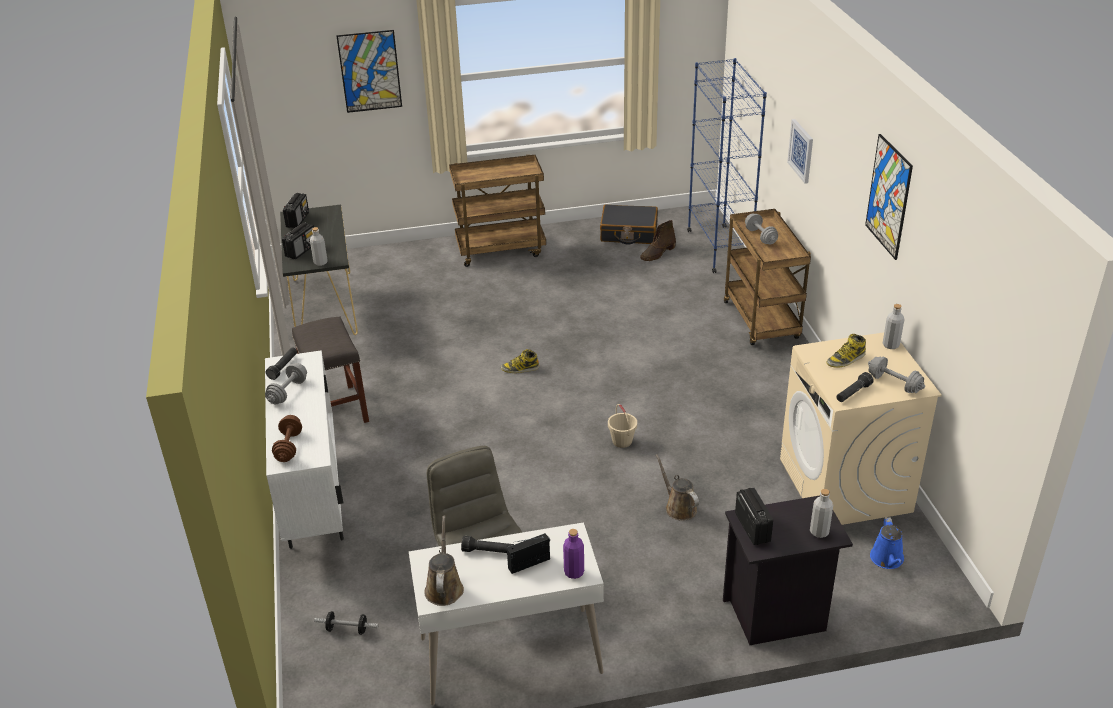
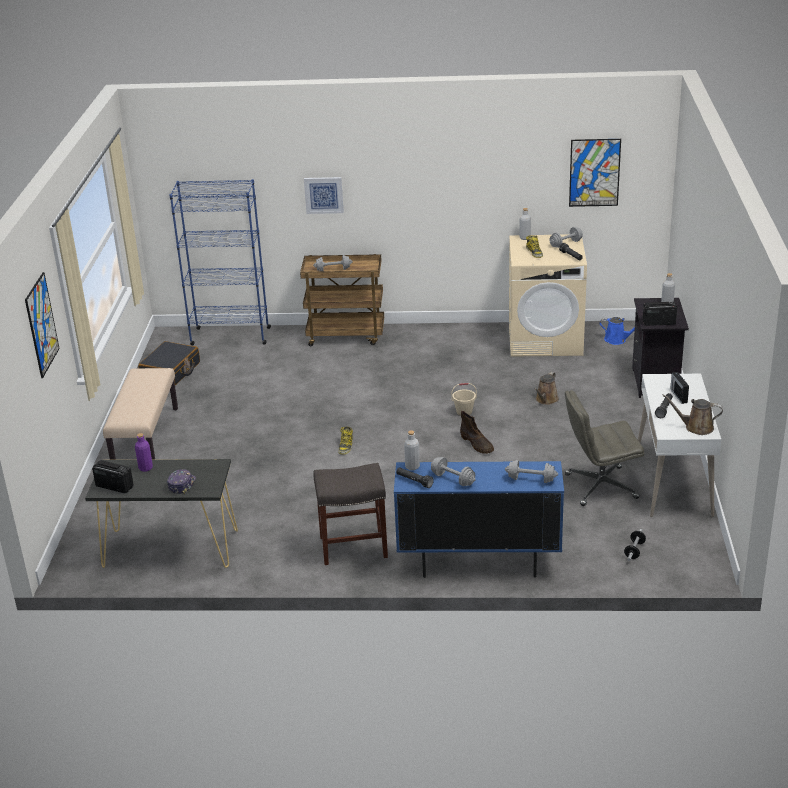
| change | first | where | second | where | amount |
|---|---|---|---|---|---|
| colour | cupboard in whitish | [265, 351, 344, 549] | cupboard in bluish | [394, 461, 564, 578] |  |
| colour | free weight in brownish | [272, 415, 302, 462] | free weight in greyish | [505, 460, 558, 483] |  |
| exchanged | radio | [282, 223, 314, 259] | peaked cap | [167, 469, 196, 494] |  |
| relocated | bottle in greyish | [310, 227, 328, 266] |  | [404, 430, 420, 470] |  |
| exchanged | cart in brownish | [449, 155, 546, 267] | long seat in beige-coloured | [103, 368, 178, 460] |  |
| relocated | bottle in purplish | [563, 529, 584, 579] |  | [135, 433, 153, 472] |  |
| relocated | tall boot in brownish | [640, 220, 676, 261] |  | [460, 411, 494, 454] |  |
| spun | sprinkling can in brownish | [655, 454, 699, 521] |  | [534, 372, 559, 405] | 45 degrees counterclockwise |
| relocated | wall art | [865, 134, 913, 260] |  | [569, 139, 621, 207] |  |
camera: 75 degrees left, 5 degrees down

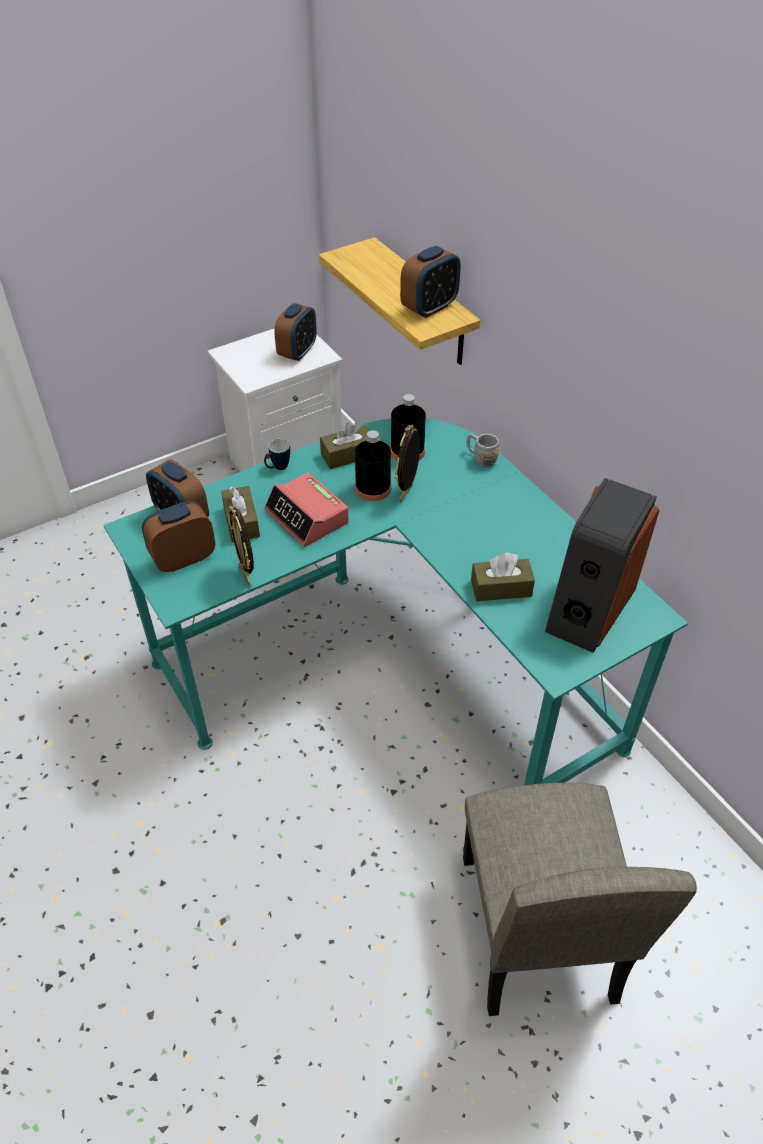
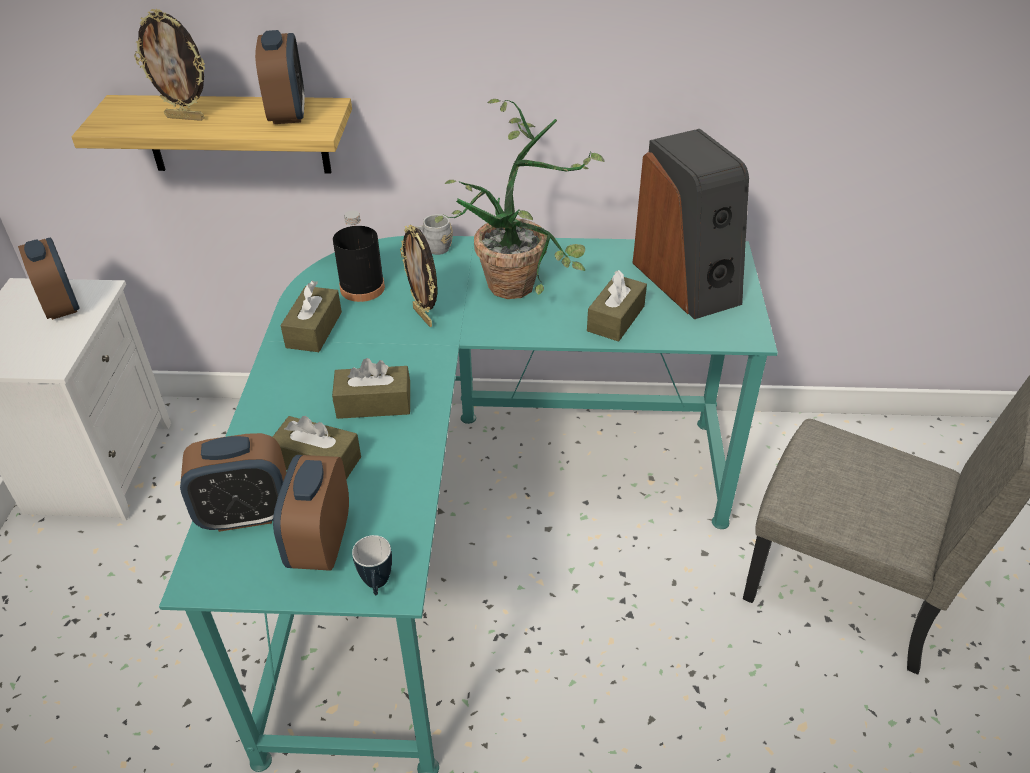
| change | first | where | second | where | amount |
|---|---|---|---|---|---|
| relocated | standing frame | [228, 506, 254, 587] |  | [134, 9, 205, 121] |  |
| relocated | coffee mug | [264, 439, 290, 470] |  | [352, 535, 392, 595] |  |
| exchanged | bedside clock | [264, 473, 349, 547] | tissue box in brownish | [332, 358, 410, 419] |  |
| missing | bottle in blackish | [355, 430, 391, 501] |  |  |  |
| appeared |  |  | potted plant | [435, 99, 605, 299] |  |
camera: 55 degrees left, 5 degrees down

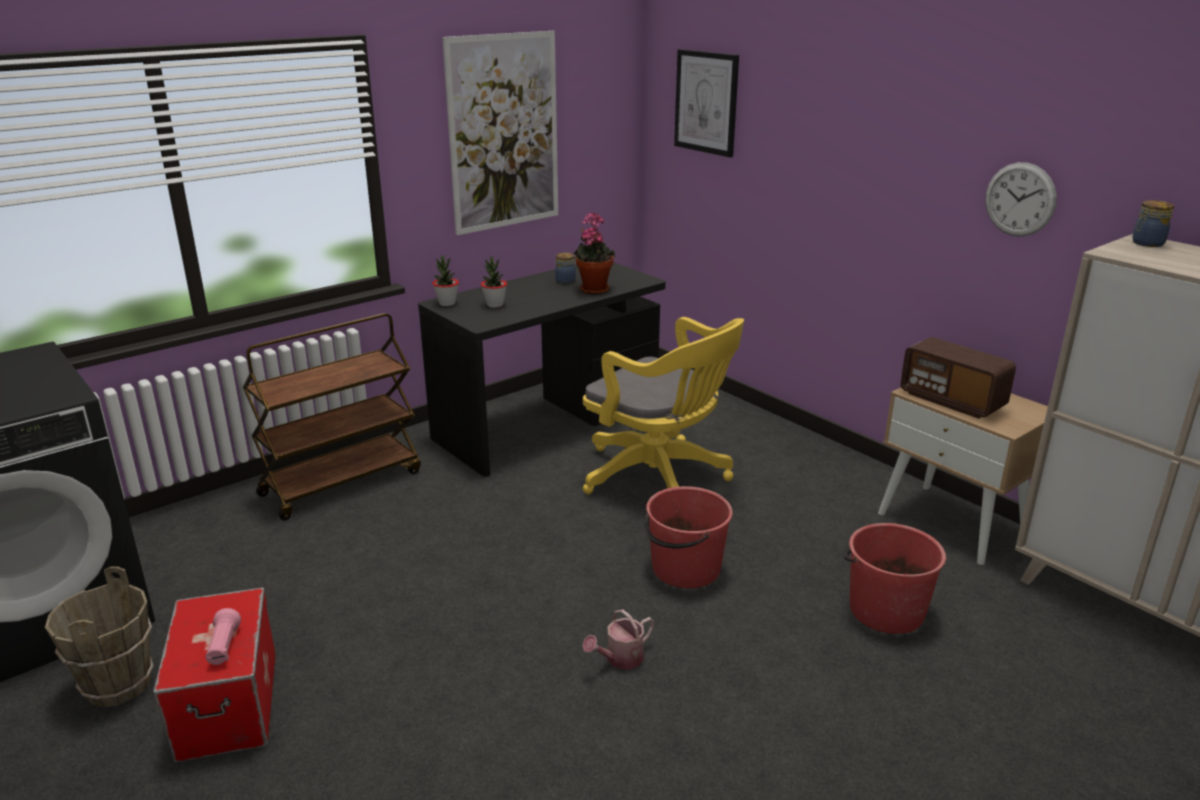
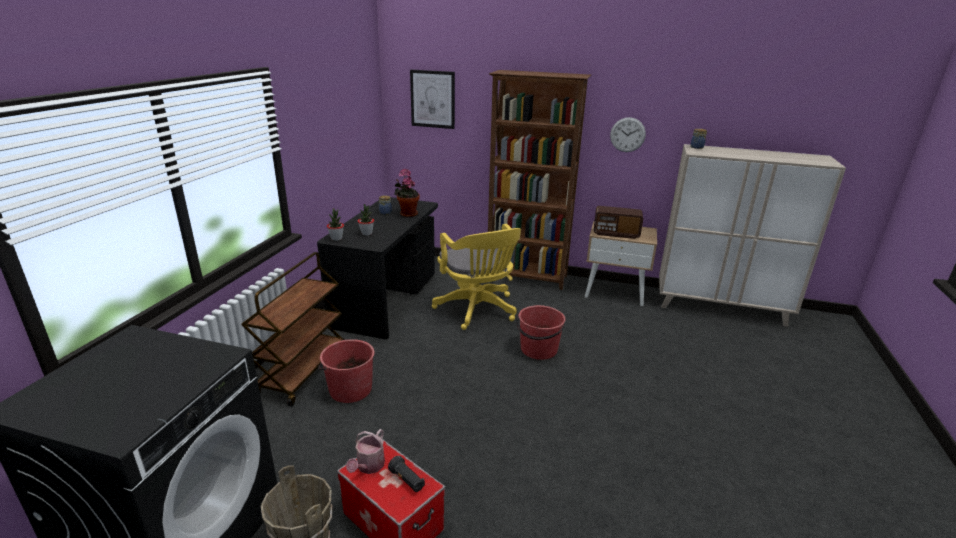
| change | first | where | second | where | amount |
|---|---|---|---|---|---|
| colour | torch in pink | [205, 608, 241, 665] | torch in blackish | [388, 456, 425, 492] |  |
| missing | wall art | [442, 31, 558, 235] |  |  |  |
| relocated | sprinkling can | [582, 609, 655, 670] |  | [346, 429, 385, 474] |  |
| spun | computer chair in yellow-coloured | [583, 317, 744, 494] |  | [432, 224, 521, 330] | 60 degrees clockwise |
| relocated | bucket in red | [844, 523, 946, 634] |  | [318, 339, 375, 403] |  |
| appeared |  |  | shelving unit in brownish | [488, 70, 591, 290] |  |
camera: 35 degrees left, 0 degrees up

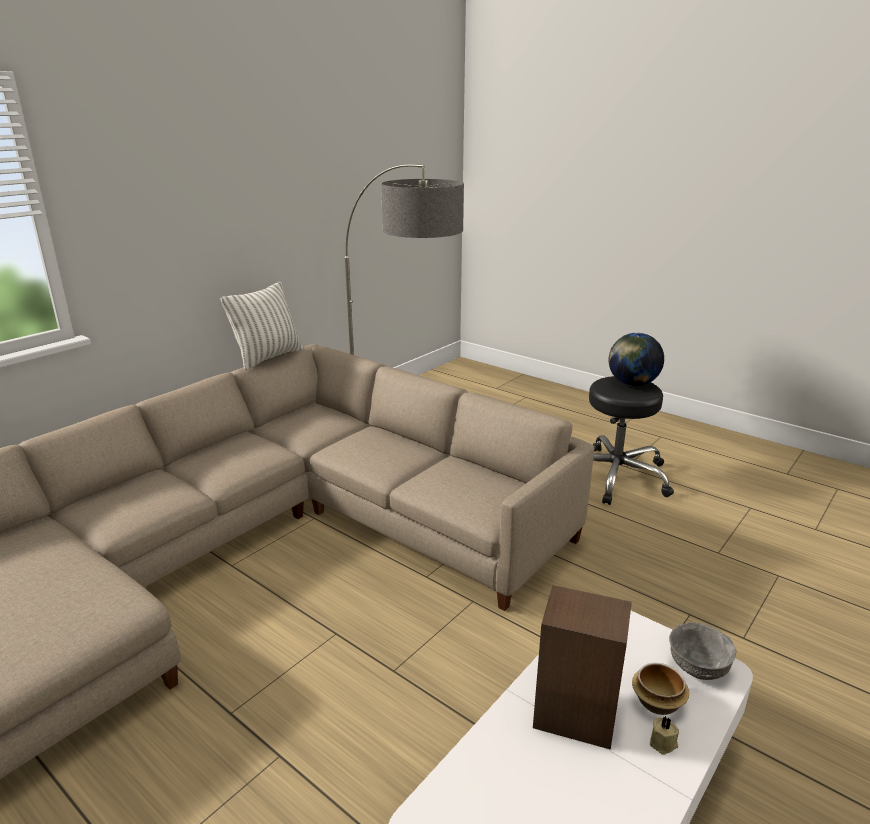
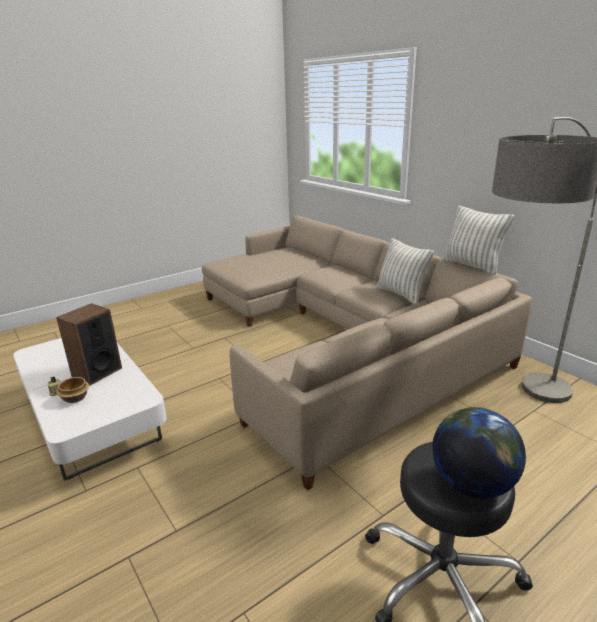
| change | first | where | second | where | amount |
|---|---|---|---|---|---|
| missing | deep dish in greyish | [669, 622, 737, 680] |  |  |  |
| appeared |  |  | pillow | [376, 238, 434, 305] |  |
camera: 105 degrees right, 0 degrees up

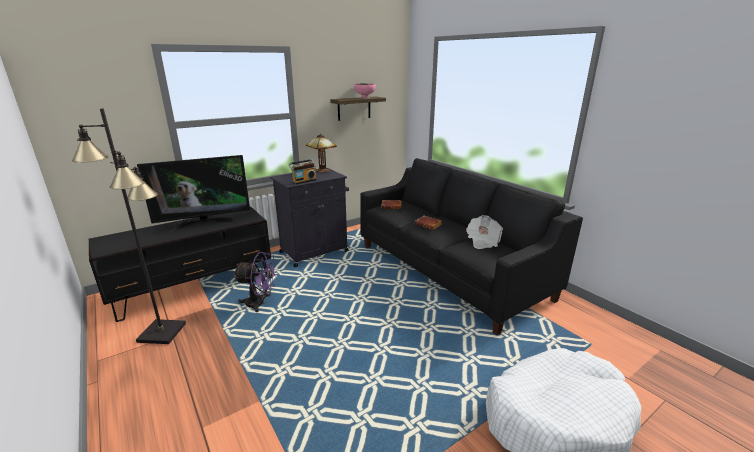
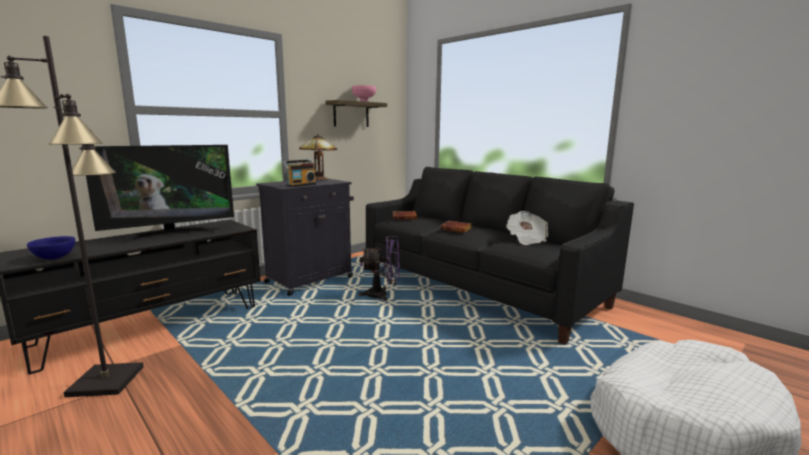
| change | first | where | second | where | amount |
|---|---|---|---|---|---|
| relocated | electric fan in purplish | [234, 252, 277, 312] |  | [359, 236, 400, 301] |  |
| appeared |  |  | deep dish in bluish | [27, 236, 75, 259] |  |
camera: 10 degrees left, 10 degrees down

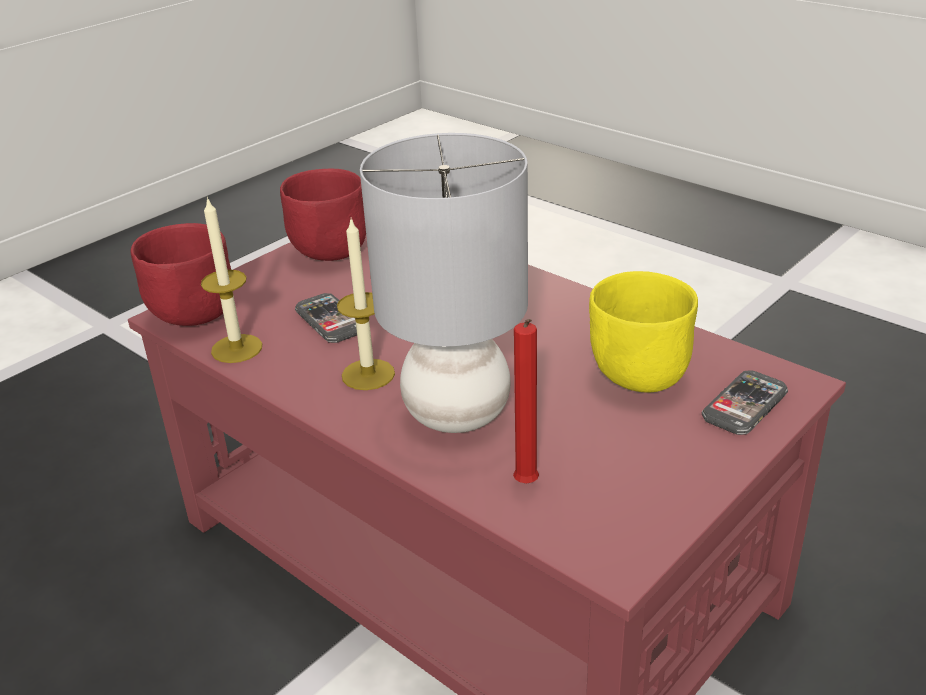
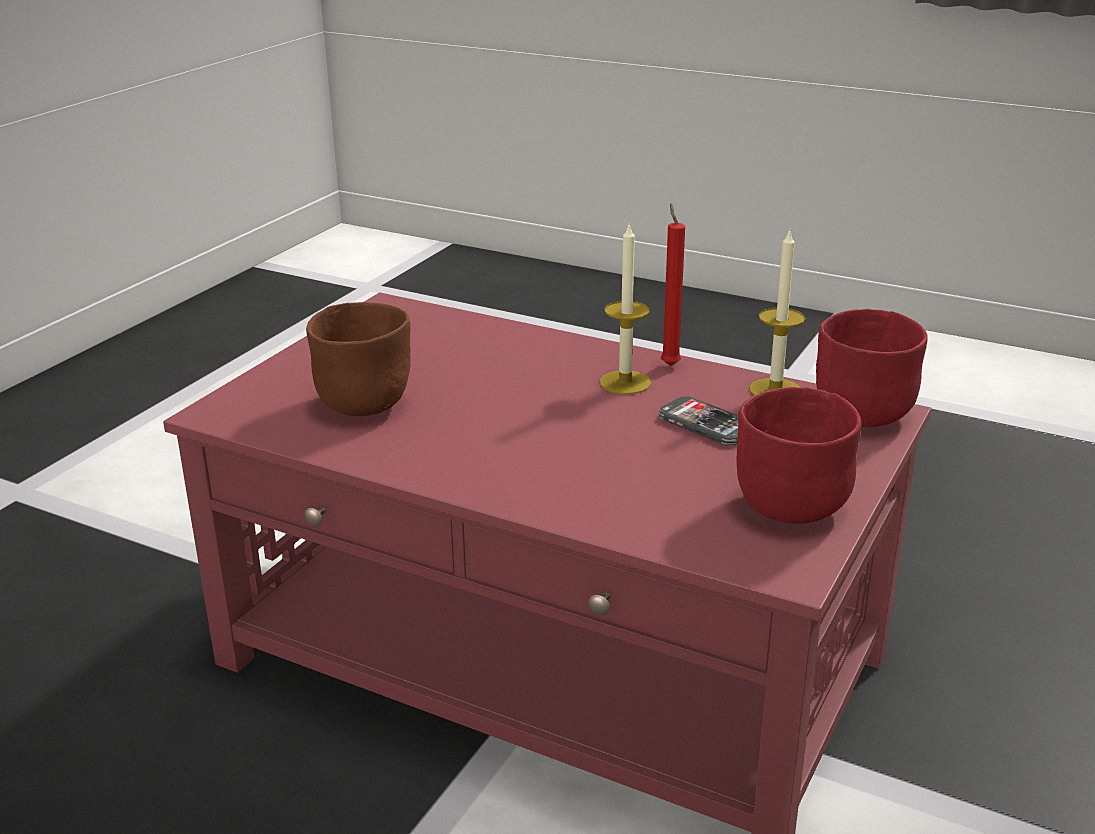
| change | first | where | second | where | amount |
|---|---|---|---|---|---|
| missing | tabletop lamp in greyish | [360, 133, 528, 433] |  |  |  |
| relocated | wax light in red | [513, 319, 539, 484] |  | [661, 203, 685, 366] |  |
| colour | deep dish in yellow-coloured | [589, 271, 698, 392] | deep dish in brownish | [306, 302, 411, 416] |  |
| missing | phone | [702, 370, 788, 435] |  |  |  |
camera: 165 degrees right, 5 degrees down

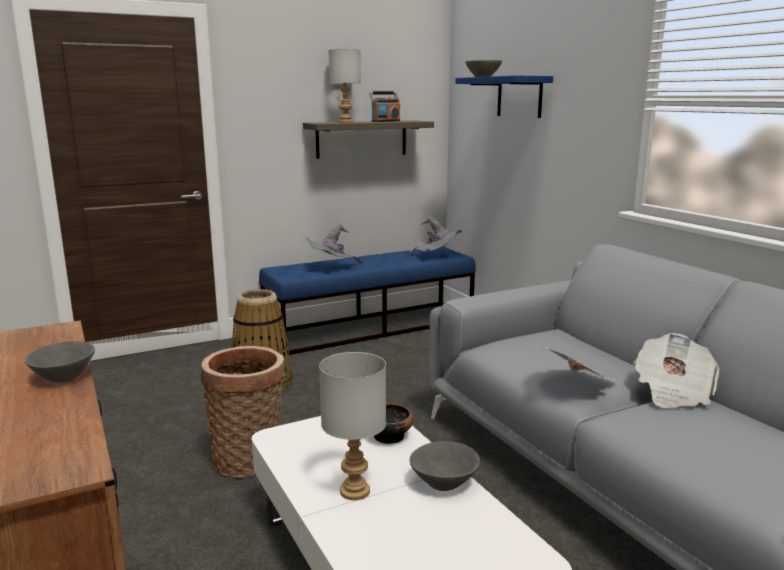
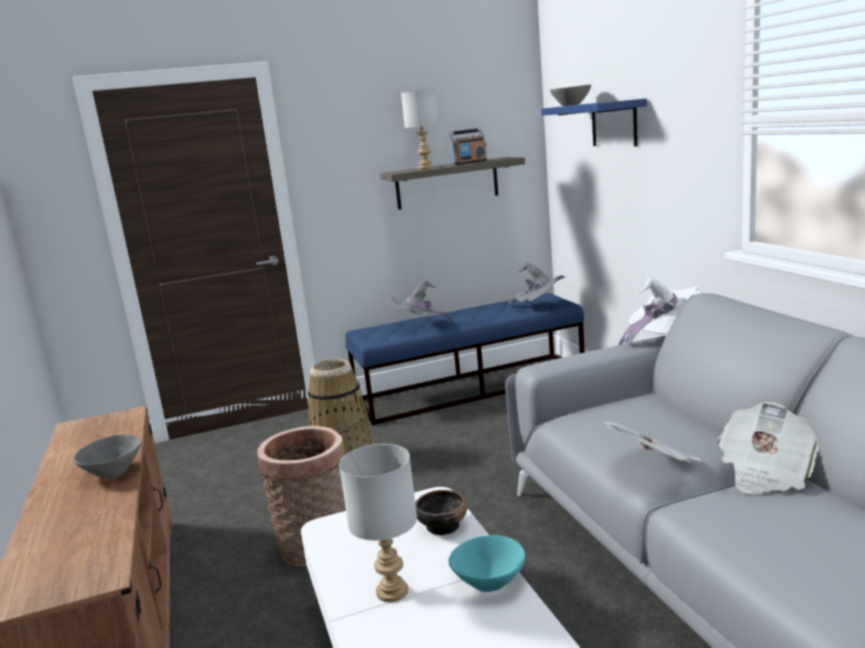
| change | first | where | second | where | amount |
|---|---|---|---|---|---|
| colour | deep dish in greyish | [409, 441, 480, 491] | deep dish in turquoise-coloured | [449, 535, 525, 592] |  |
| appeared |  |  | hat in whitish | [619, 277, 701, 348] |  |
camera: 10 degrees right, 0 degrees up

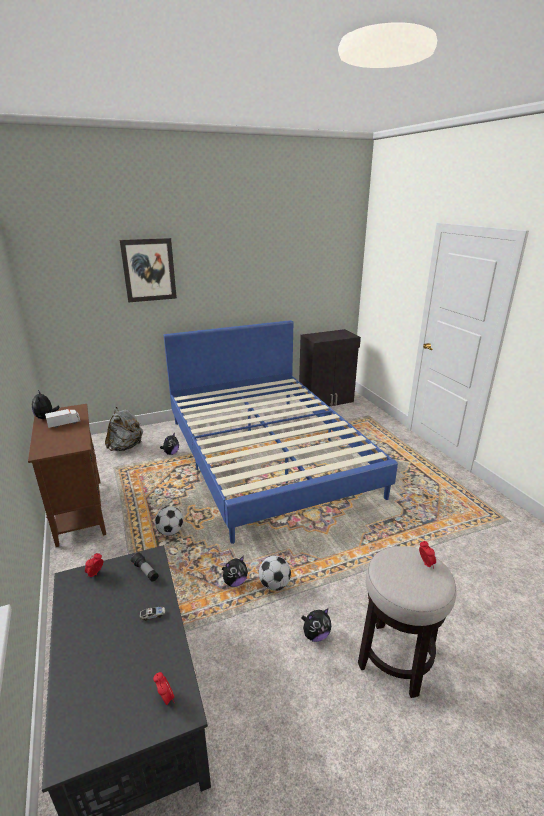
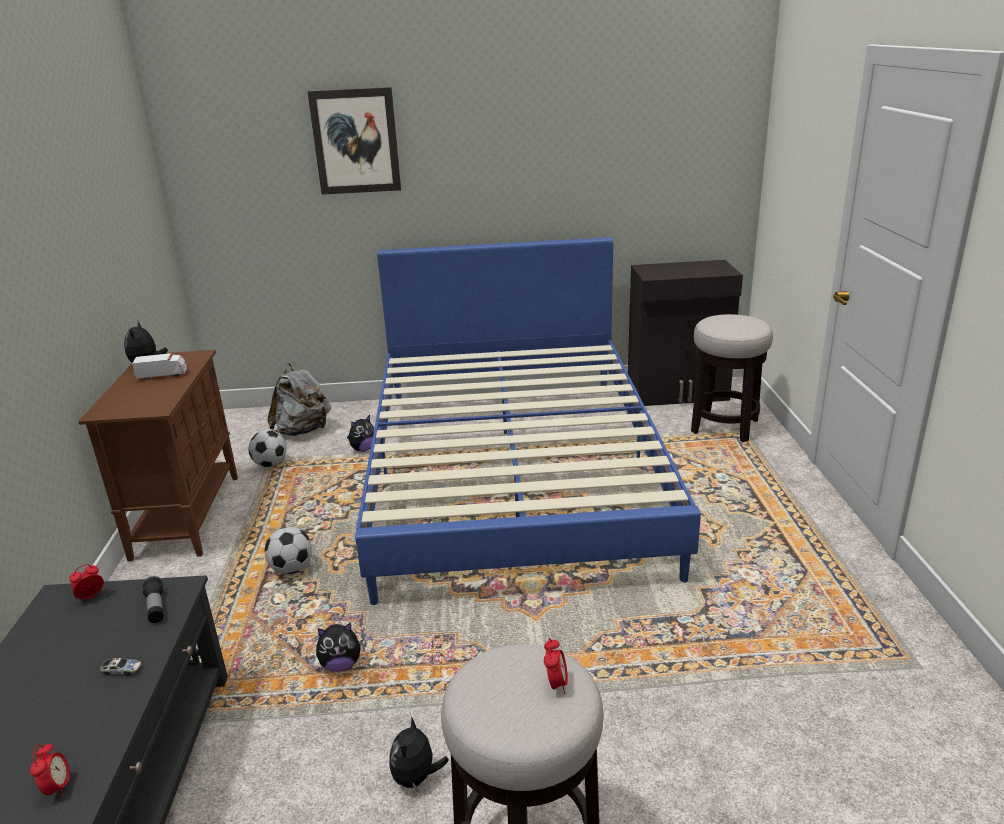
| change | first | where | second | where | amount |
|---|---|---|---|---|---|
| relocated | football | [259, 555, 291, 591] |  | [248, 430, 287, 467] |  |
| spun | plush toy | [302, 608, 331, 642] |  | [389, 716, 449, 792] | 105 degrees clockwise |
| appeared |  |  | sitting stool | [691, 314, 773, 442] |  |
camera: 20 degrees right, 0 degrees up

